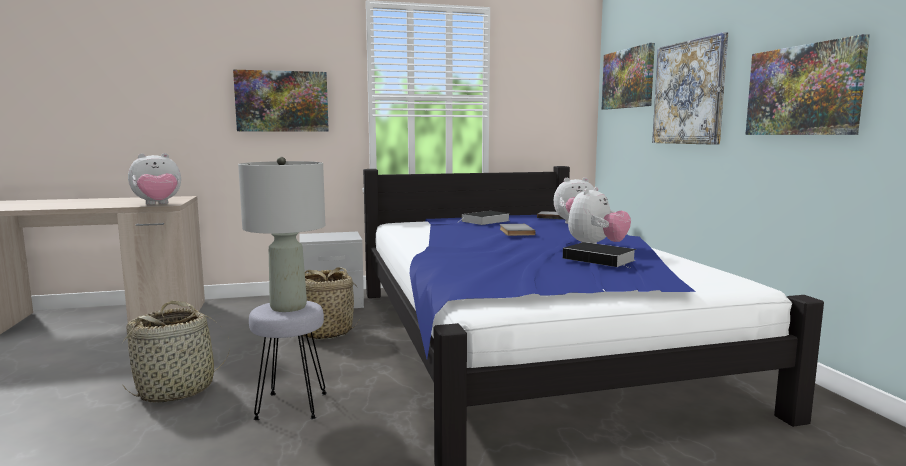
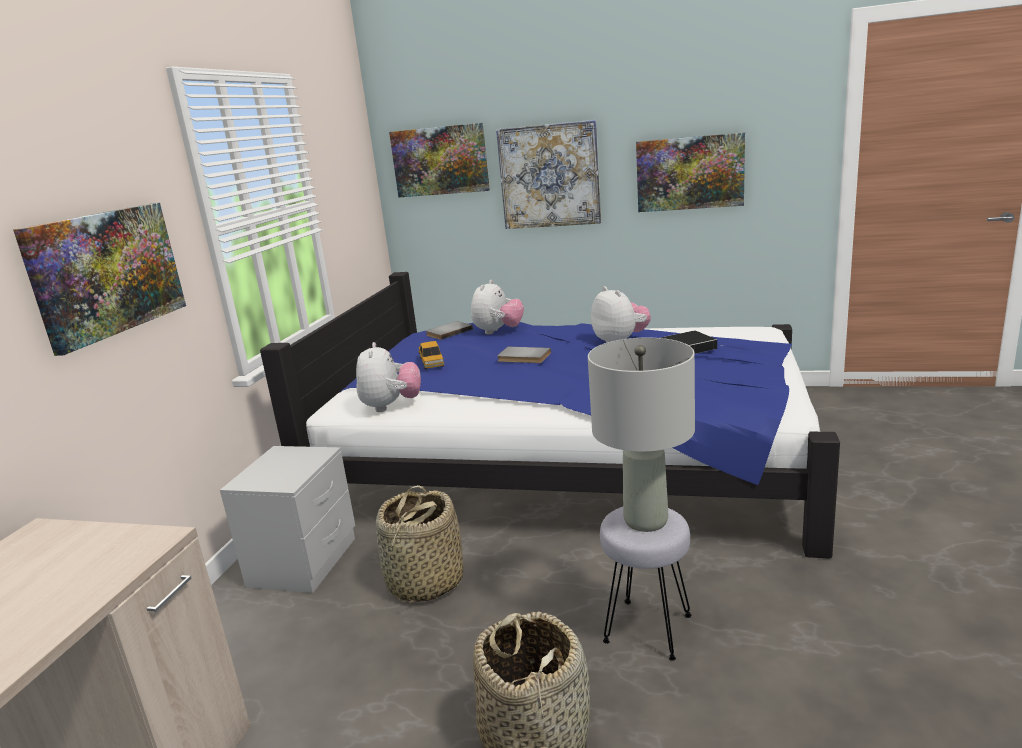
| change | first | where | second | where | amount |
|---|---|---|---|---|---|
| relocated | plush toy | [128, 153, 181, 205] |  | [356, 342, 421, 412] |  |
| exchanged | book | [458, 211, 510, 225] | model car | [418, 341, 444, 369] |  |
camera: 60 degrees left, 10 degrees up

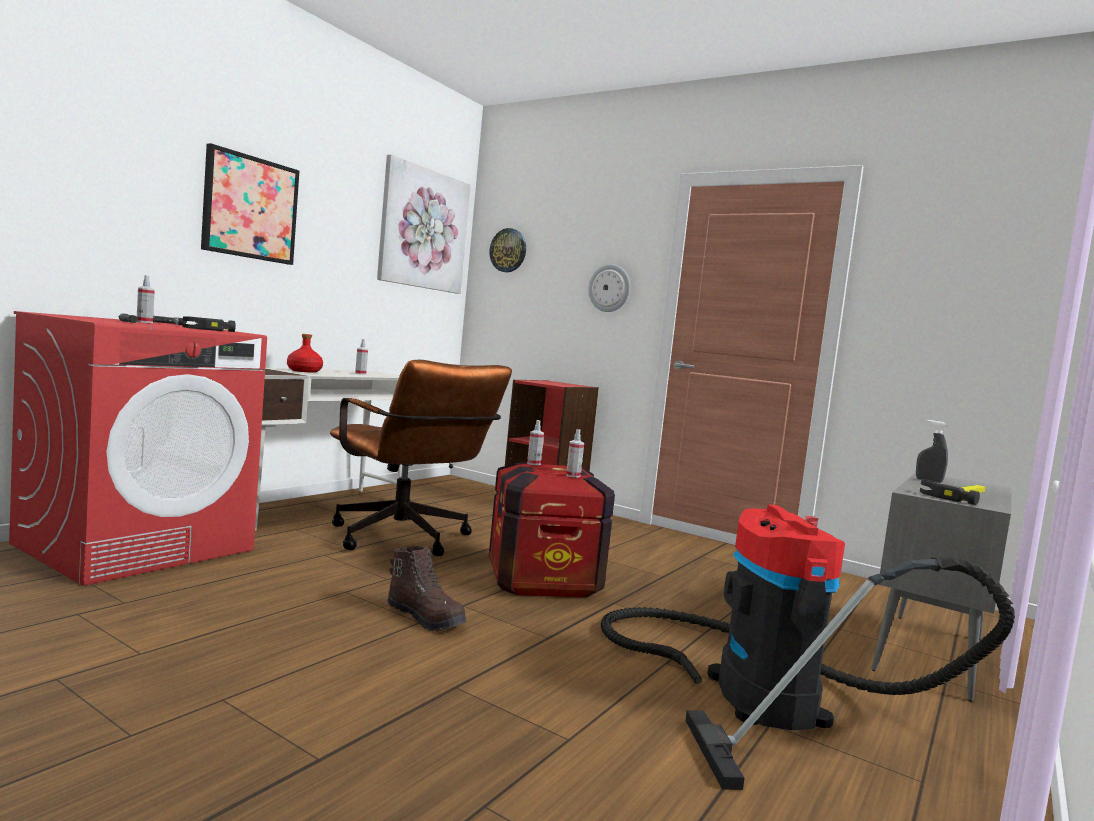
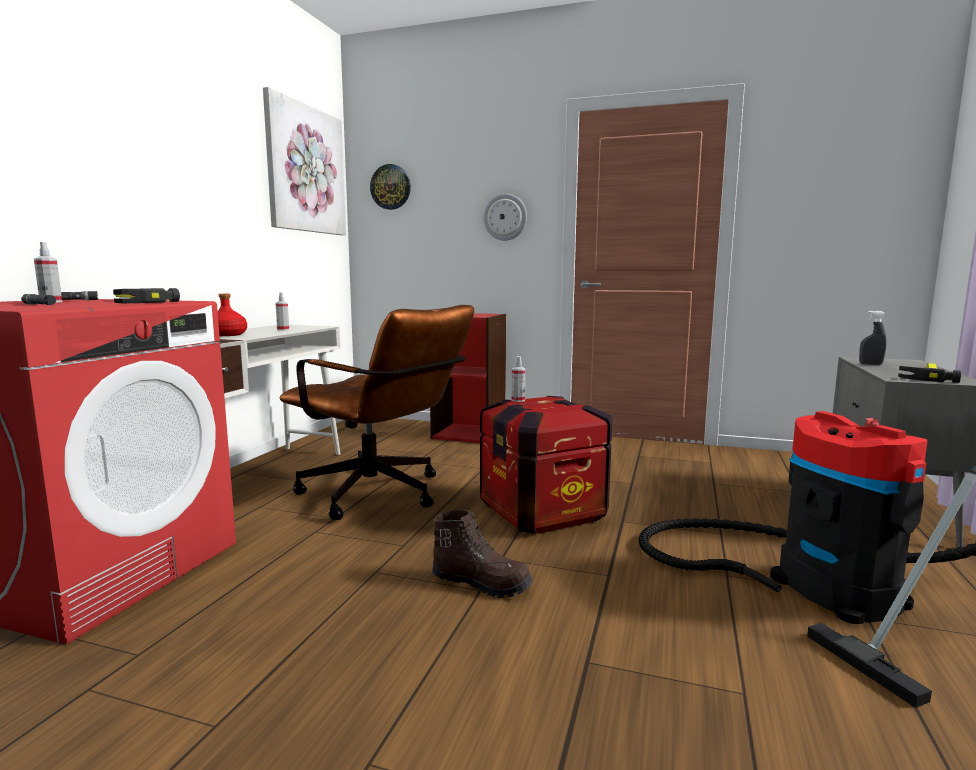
| change | first | where | second | where | amount |
|---|---|---|---|---|---|
| missing | wall art | [201, 143, 299, 265] |  |  |  |
| missing | sprayer | [566, 429, 584, 478] |  |  |  |
camera: 15 degrees left, 5 degrees up

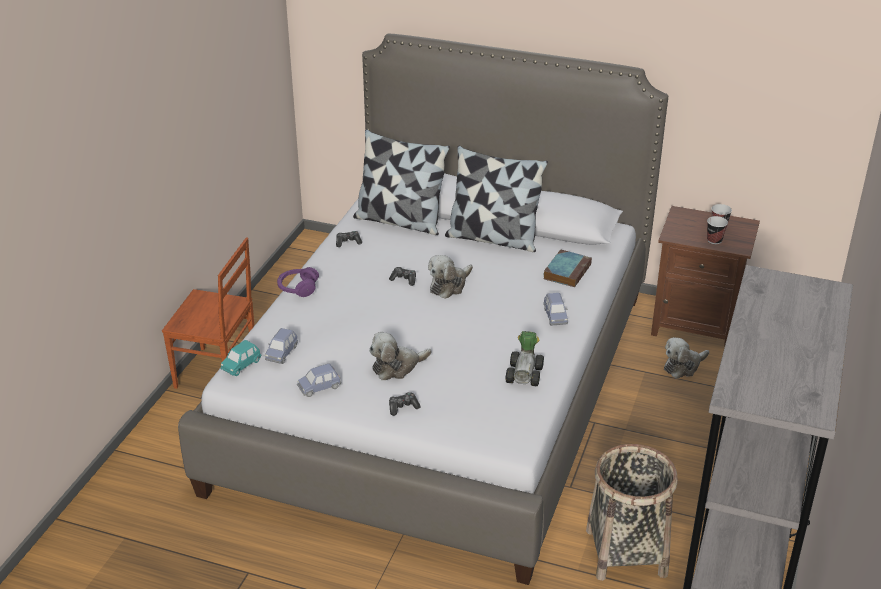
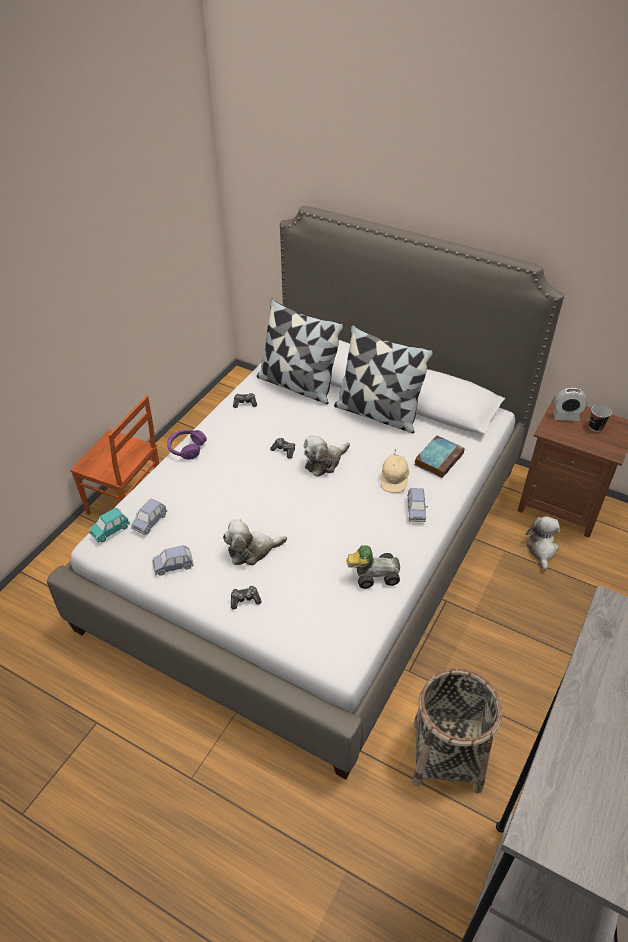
| change | first | where | second | where | amount |
|---|---|---|---|---|---|
| spun | model car | [505, 331, 544, 386] |  | [346, 545, 400, 589] | 120 degrees counterclockwise |
| spun | plush toy | [664, 337, 709, 378] |  | [526, 516, 560, 570] | 120 degrees clockwise |
| missing | small cup | [707, 216, 728, 245] |  |  |  |
| appeared |  |  | peaked cap in beige-coloured | [381, 449, 409, 493] |  |
| appeared |  |  | bedside clock | [553, 388, 587, 421] |  |
camera: 10 degrees right, 10 degrees up

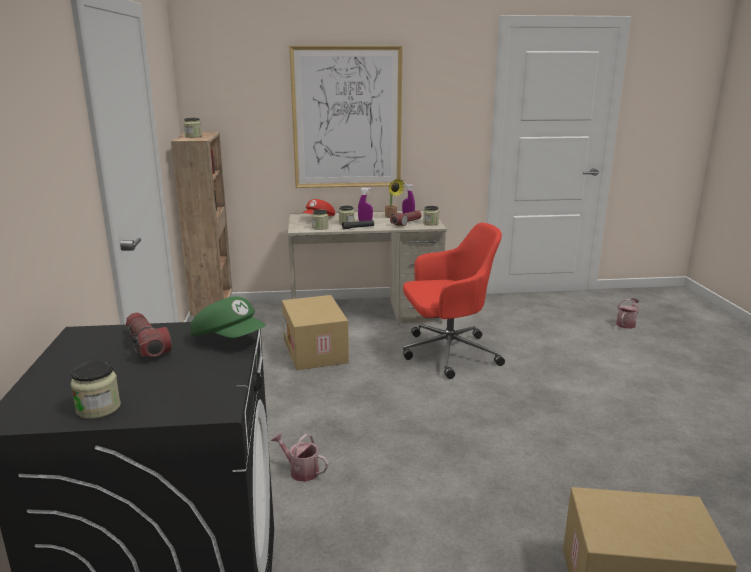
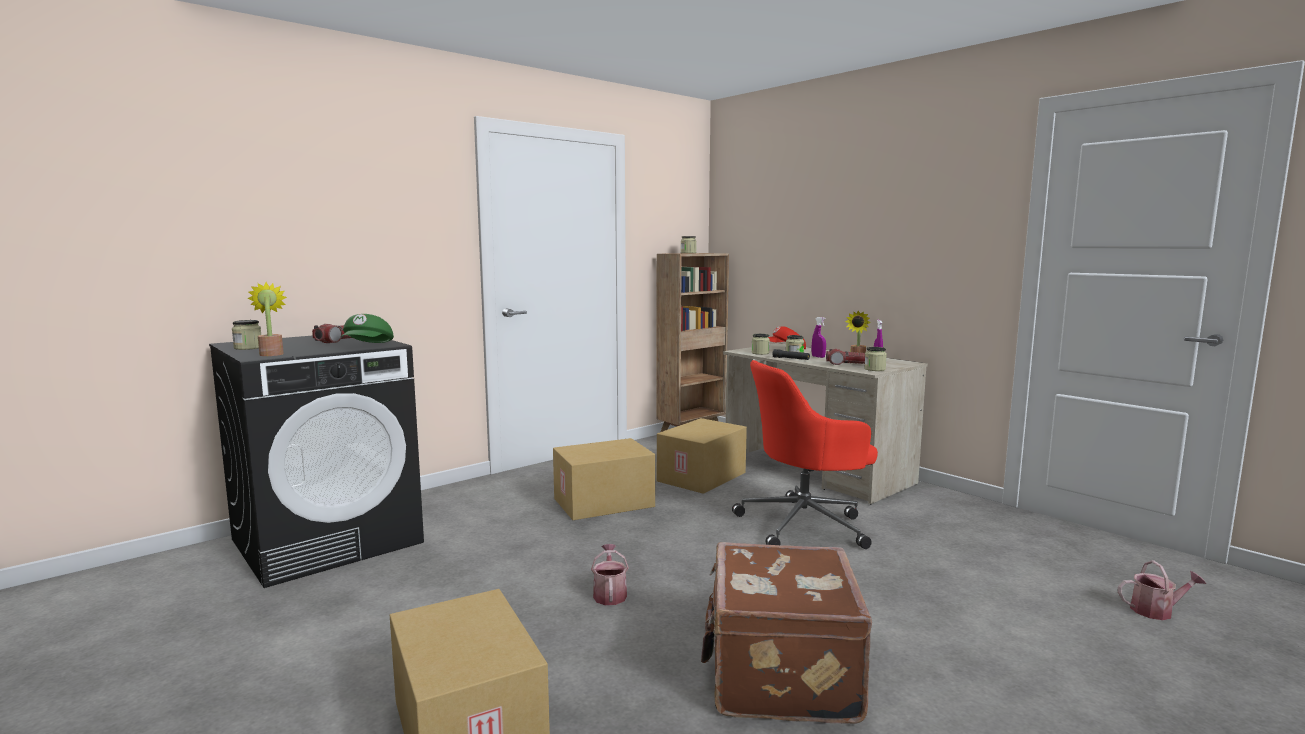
| change | first | where | second | where | amount |
|---|---|---|---|---|---|
| relocated | sprinkling can | [271, 433, 328, 482] |  | [591, 544, 629, 605] |  |
| missing | wall art | [289, 46, 403, 188] |  |  |  |
| spun | computer chair in red | [403, 223, 505, 379] |  | [732, 360, 878, 549] | 120 degrees clockwise |
| appeared |  |  | potted plant | [247, 282, 287, 356] |  |
| appeared |  |  | carton | [553, 438, 655, 520] |  |
| appeared |  |  | travel case in brownish | [701, 542, 872, 724] |  |
camera: 55 degrees right, 10 degrees down

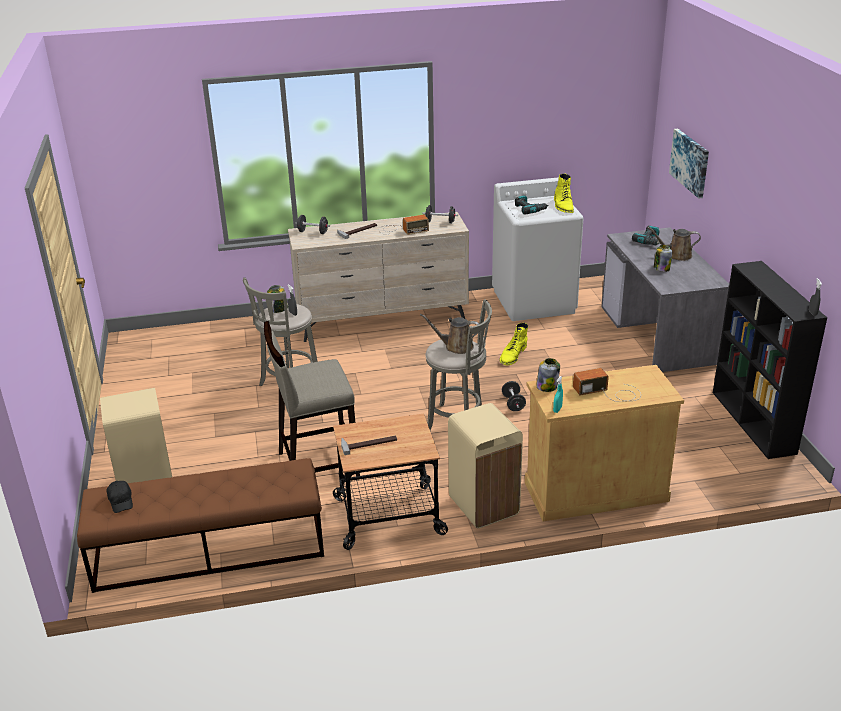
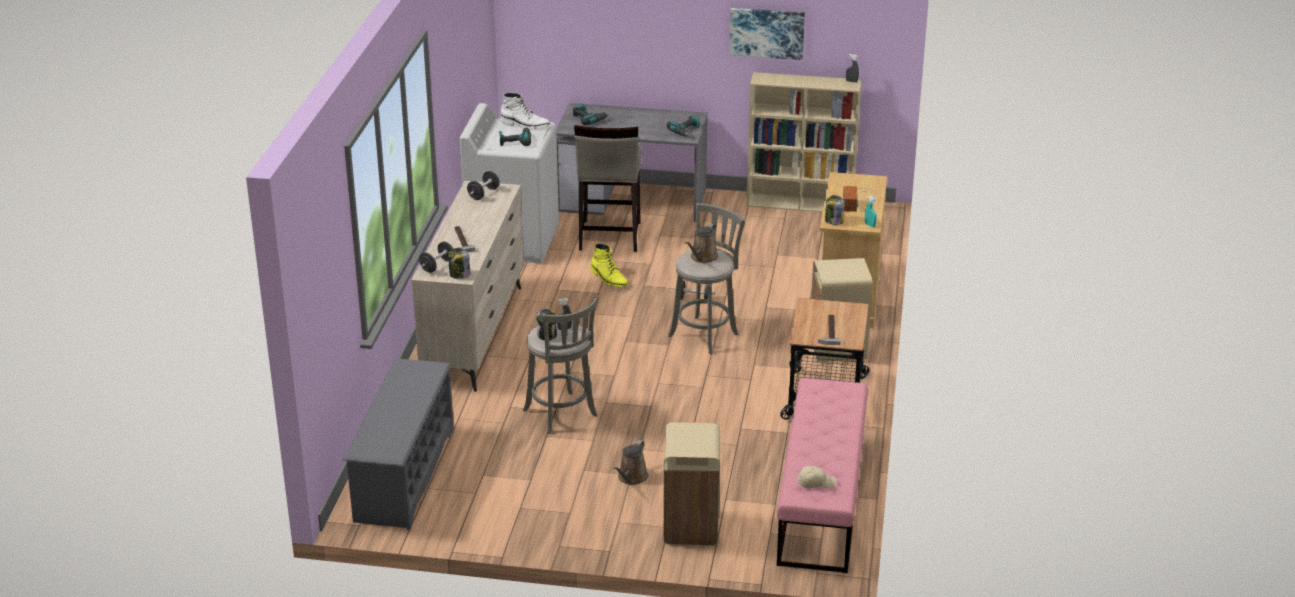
| change | first | where | second | where | amount |
|---|---|---|---|---|---|
| colour | long seat in brownish | [77, 458, 324, 593] | long seat in pink | [777, 378, 868, 573] |  |
| colour | peaked cap in blackish | [106, 481, 133, 513] | peaked cap in beige-coloured | [797, 466, 836, 488] |  |
| relocated | sitting stool in beige-coloured | [264, 321, 360, 476] |  | [574, 125, 642, 252] |  |
| missing | radio | [379, 214, 429, 235] |  |  |  |
| colour | tall boot in yellow-coloured | [554, 173, 574, 213] | tall boot in whitish | [500, 93, 550, 129] |  |
| relocated | sprinkling can in brownish | [647, 227, 701, 261] |  | [613, 440, 649, 485] |  |
| relocated | storage jar | [654, 245, 672, 272] |  | [448, 248, 471, 279] |  |
| relocated | wall art | [669, 129, 709, 199] |  | [729, 8, 805, 60] |  |
| colour | shelving unit in blackish | [713, 261, 827, 459] | shelving unit in beige-coloured | [746, 72, 862, 212] |  |
| appeared |  |  | shoe stand in greyish | [343, 358, 454, 530] |  |
| appeared |  |  | power drill | [667, 115, 700, 137] |  |
camera: 70 degrees left, 0 degrees up

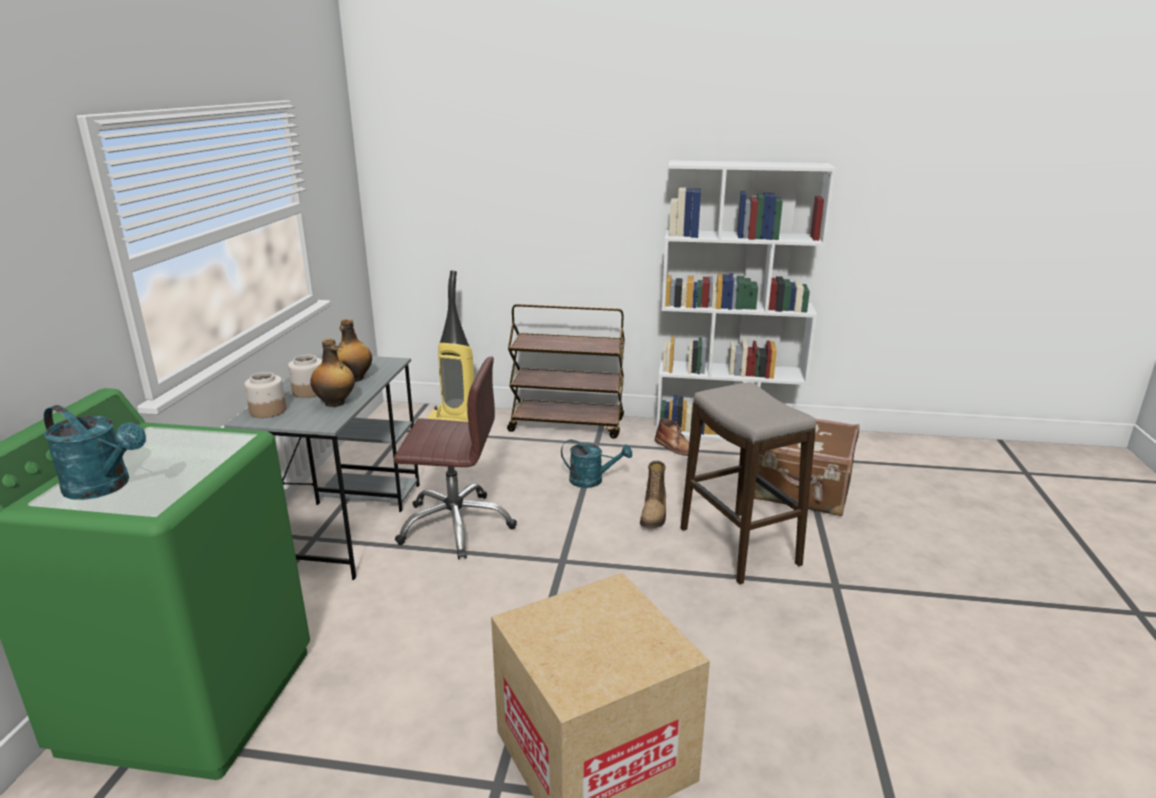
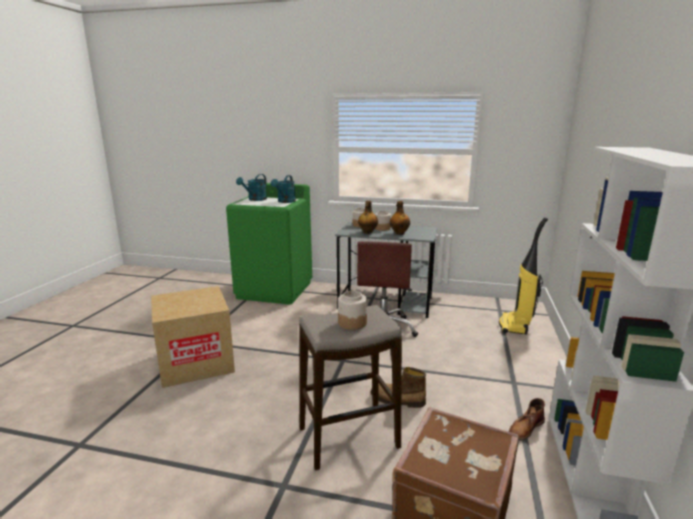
| change | first | where | second | where | amount |
|---|---|---|---|---|---|
| missing | cart in brownish | [507, 304, 625, 439] |  |  |  |
| relocated | sprinkling can in turquoise-coloured | [561, 440, 632, 488] |  | [271, 175, 296, 203] |  |
| appeared |  |  | storage jar | [338, 291, 367, 330] |  |
camera: 95 degrees right, 5 degrees down

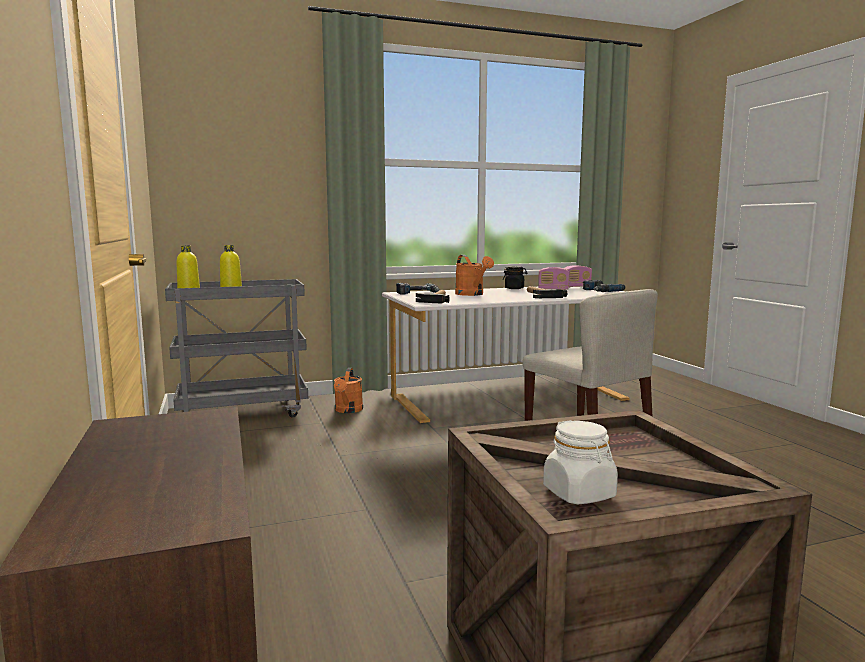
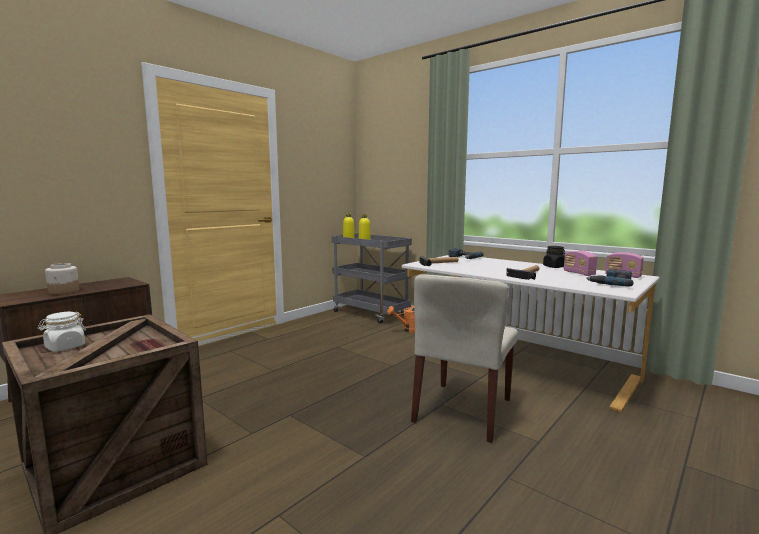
| change | first | where | second | where | amount |
|---|---|---|---|---|---|
| missing | sprinkling can in orange | [455, 255, 494, 296] |  |  |  |
| appeared |  |  | storage jar | [45, 263, 80, 295] |  |
camera: 60 degrees right, 0 degrees up

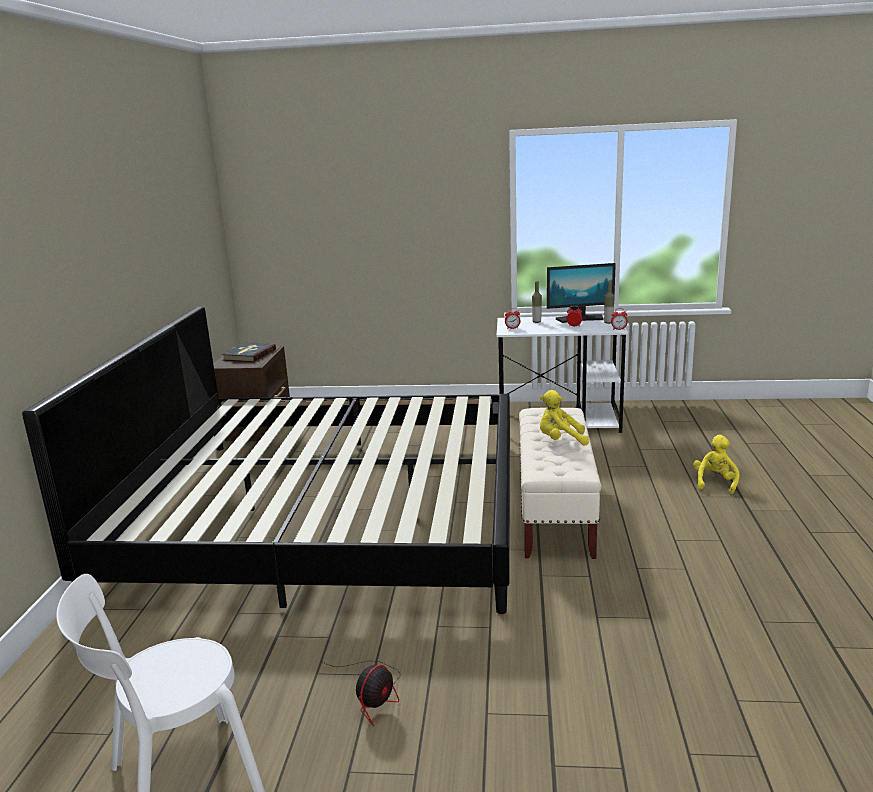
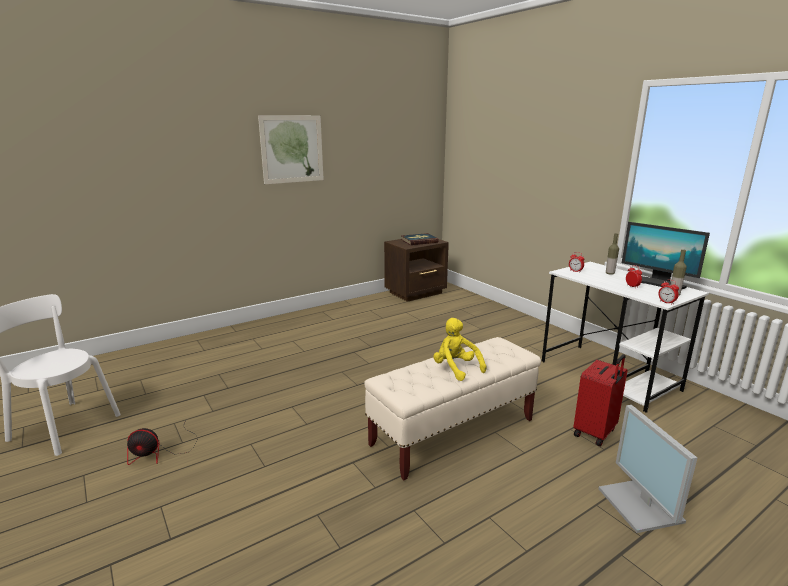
| change | first | where | second | where | amount |
|---|---|---|---|---|---|
| missing | bedroom bed | [22, 307, 510, 614] |  |  |  |
| exchanged | plush toy in yellow-coloured | [694, 435, 740, 494] | computer display | [598, 405, 697, 533] |  |
| appeared |  |  | wall art | [258, 115, 324, 184] |  |
| appeared |  |  | travel case in red | [573, 354, 628, 446] |  |
camera: 50 degrees right, 0 degrees up

